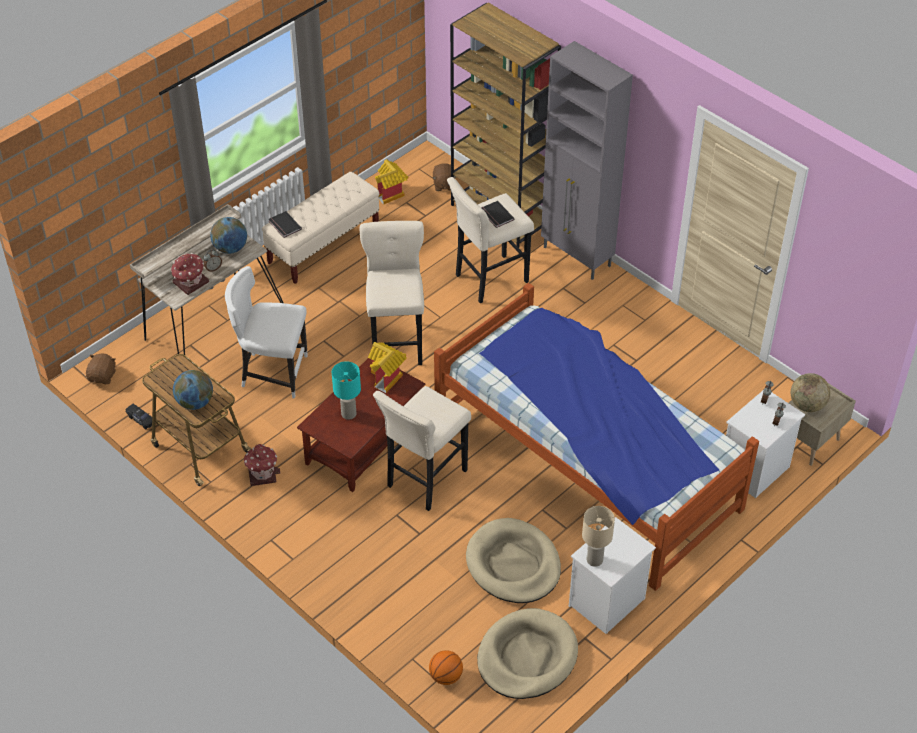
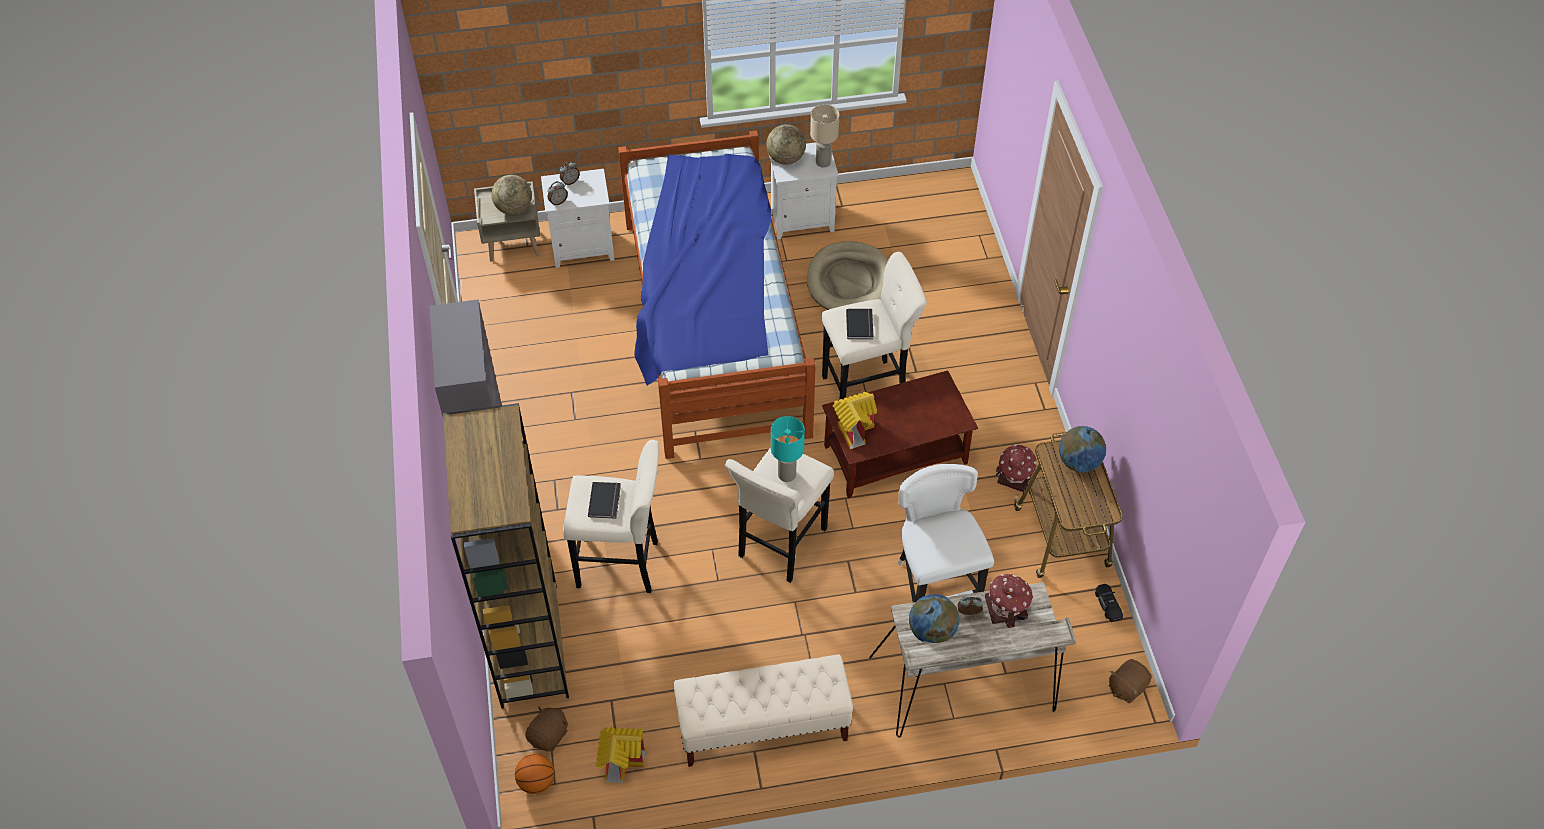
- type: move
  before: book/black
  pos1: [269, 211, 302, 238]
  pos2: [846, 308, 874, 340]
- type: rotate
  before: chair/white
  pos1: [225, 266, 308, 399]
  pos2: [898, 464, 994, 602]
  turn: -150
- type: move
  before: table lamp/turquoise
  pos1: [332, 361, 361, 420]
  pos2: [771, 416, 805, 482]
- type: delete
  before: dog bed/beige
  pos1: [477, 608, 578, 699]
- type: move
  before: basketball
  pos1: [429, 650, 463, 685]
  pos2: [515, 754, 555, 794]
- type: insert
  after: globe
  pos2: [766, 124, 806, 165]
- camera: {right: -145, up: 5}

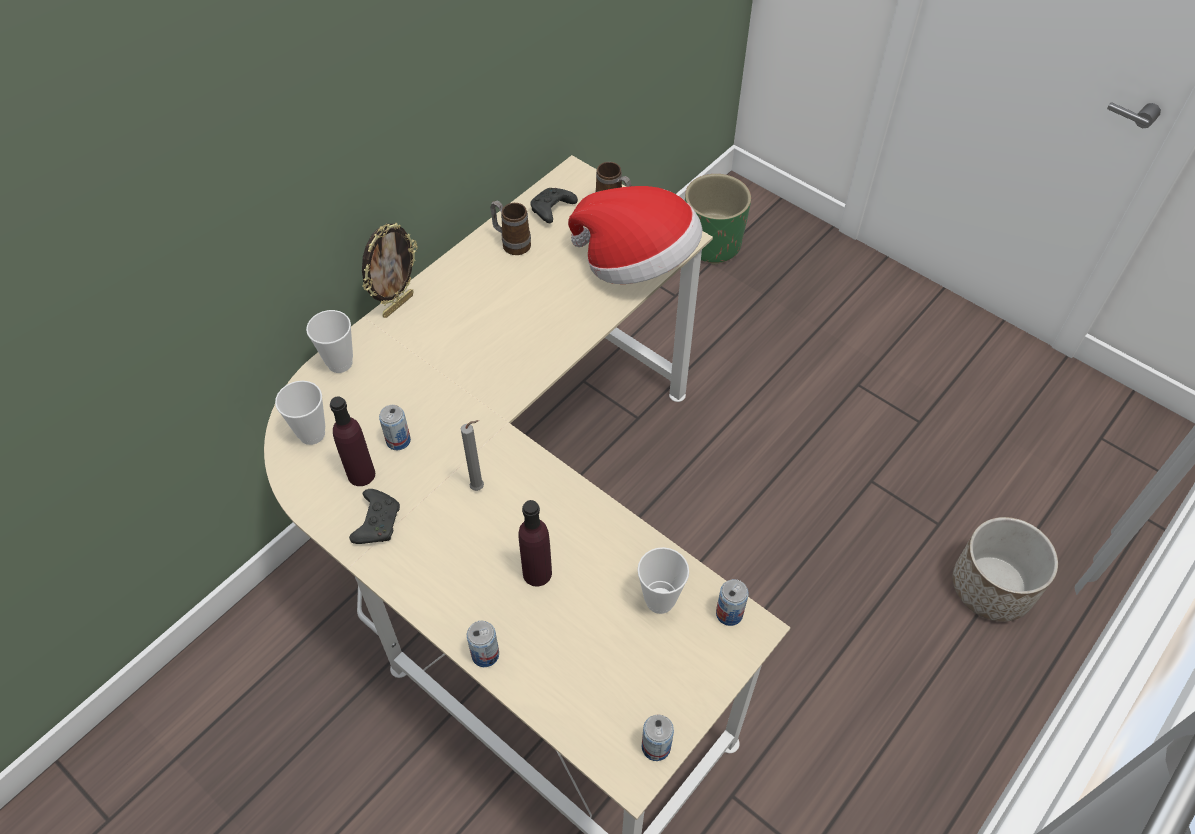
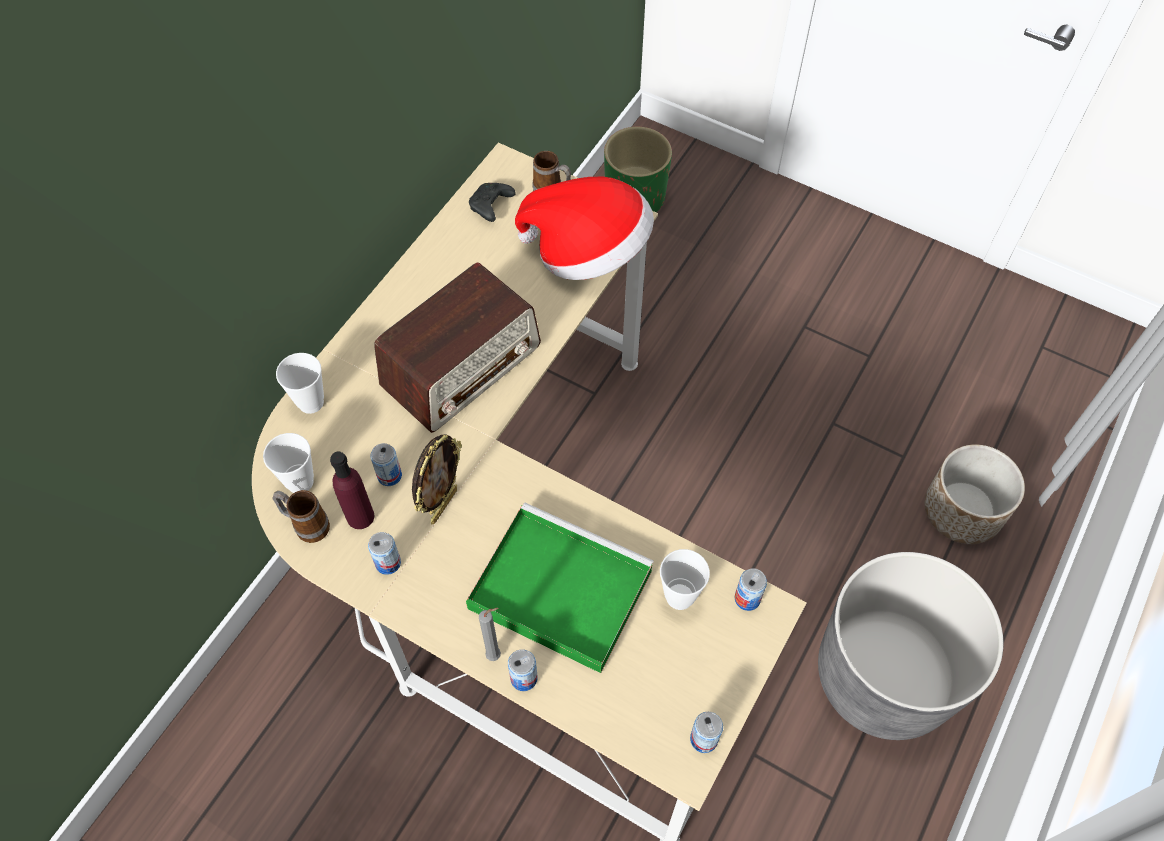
- type: move
  before: mug
  pos1: [490, 200, 531, 255]
  pos2: [272, 490, 330, 543]
- type: move
  before: picture frame
  pos1: [362, 223, 418, 318]
  pos2: [412, 434, 462, 525]
- type: move
  before: candle/grey
  pos1: [461, 420, 484, 491]
  pos2: [479, 608, 501, 661]
- type: replace
  before: game controller/black
  after: can
  pos1: [349, 489, 400, 544]
  pos2: [368, 532, 401, 575]
- type: replace
  before: bottle/purple
  after: tray/green
  pos1: [518, 500, 552, 587]
  pos2: [466, 503, 654, 673]
- type: insert
  after: radio
  pos2: [374, 262, 541, 433]
- type: insert
  after: planter/grey
  pos2: [818, 552, 1004, 740]
- camera: {right: -10, up: 5}

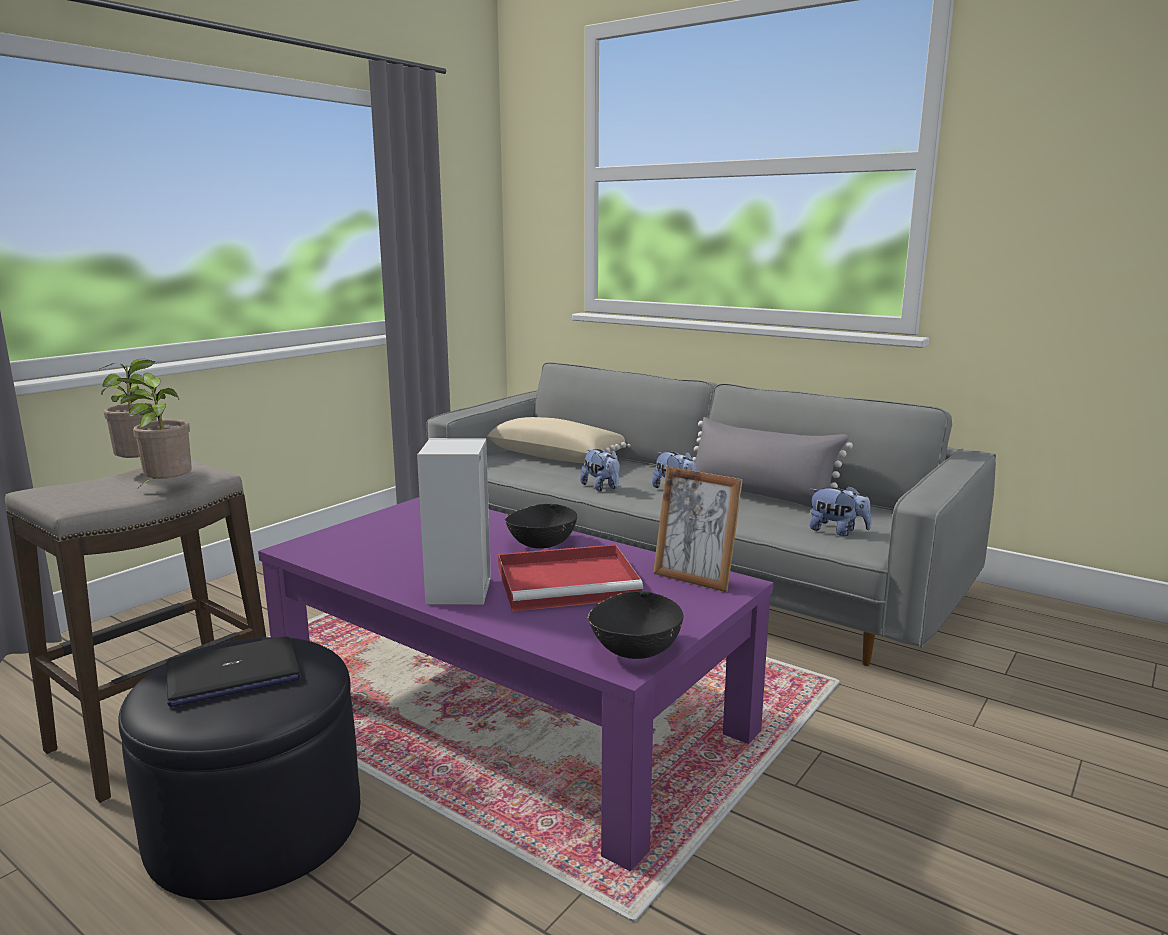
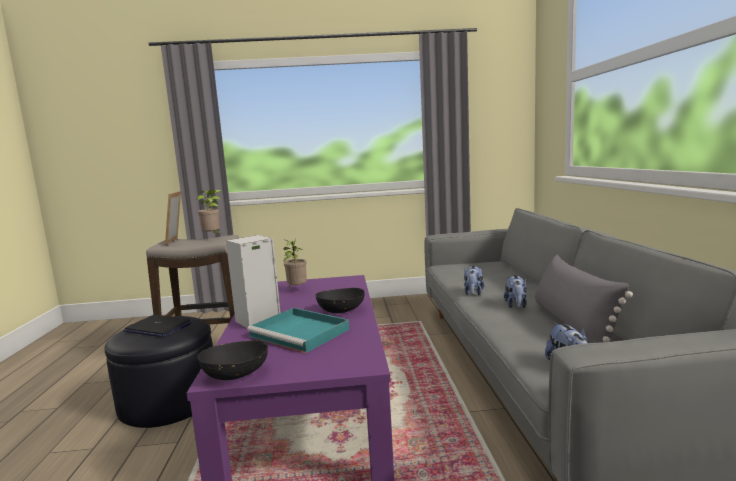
- type: move
  before: potted plant
  pos1: [117, 373, 192, 487]
  pos2: [283, 239, 307, 287]
- type: delete
  before: pillow/beige
  pos1: [487, 417, 631, 463]
- type: move
  before: picture frame
  pos1: [653, 466, 743, 592]
  pos2: [165, 191, 181, 245]
- type: recolor
  before: tray/red
  after: tray/turquoise
  pos1: [498, 544, 643, 612]
  pos2: [247, 308, 349, 353]
- camera: {right: 50, up: -5}

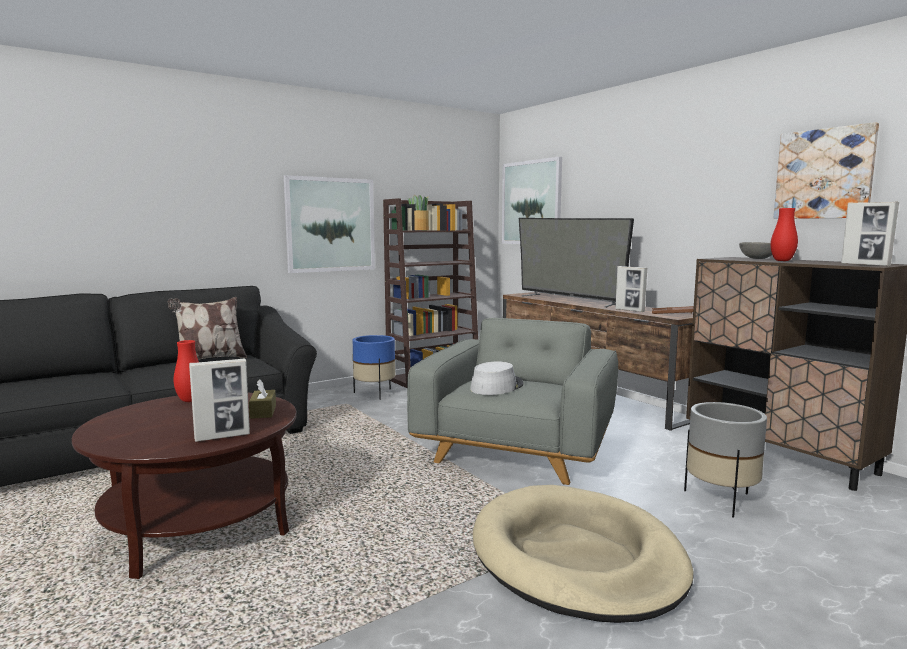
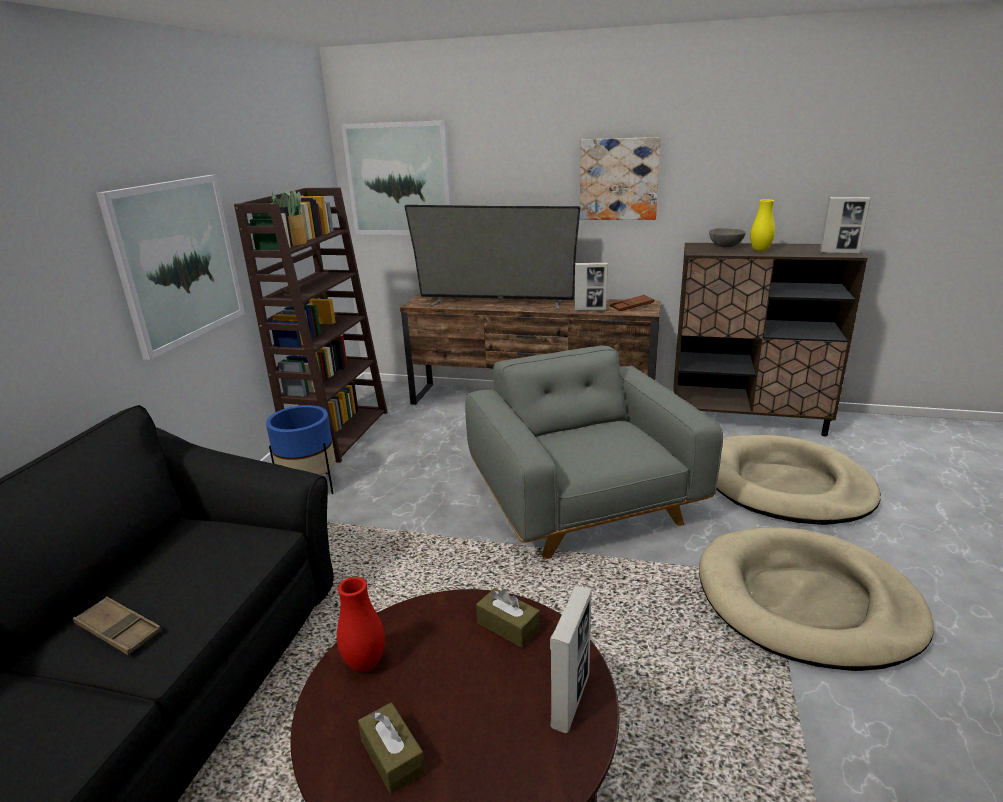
- type: move
  before: picture
  pos1: [774, 122, 879, 219]
  pos2: [580, 137, 661, 220]
- type: recolor
  before: vase/red
  after: vase/yellow
  pos1: [770, 208, 798, 261]
  pos2: [750, 199, 775, 251]
- type: delete
  before: pillow
  pos1: [168, 297, 247, 360]
- type: delete
  before: hat/grey
  pos1: [470, 361, 523, 395]
- type: replace
  before: planter/grey
  after: dog bed/beige
  pos1: [684, 402, 767, 518]
  pos2: [716, 435, 881, 525]
- type: insert
  after: tray/brown
  pos2: [73, 596, 161, 655]
- type: insert
  after: tissue box/brown
  pos2: [358, 702, 426, 794]
- camera: {right: -40, up: 15}

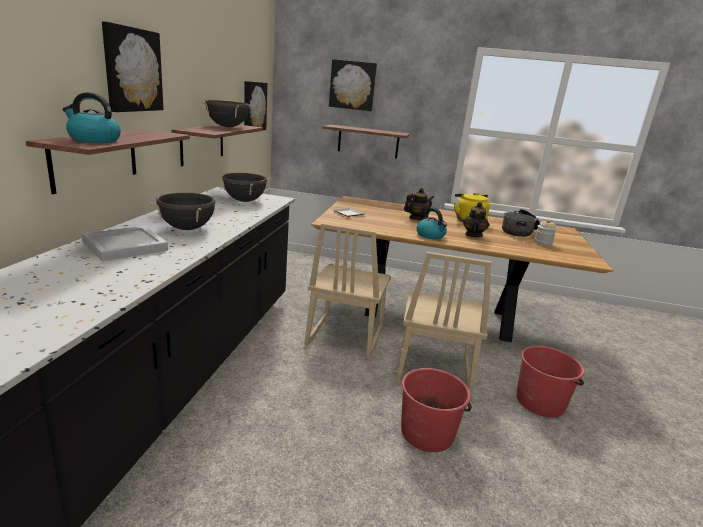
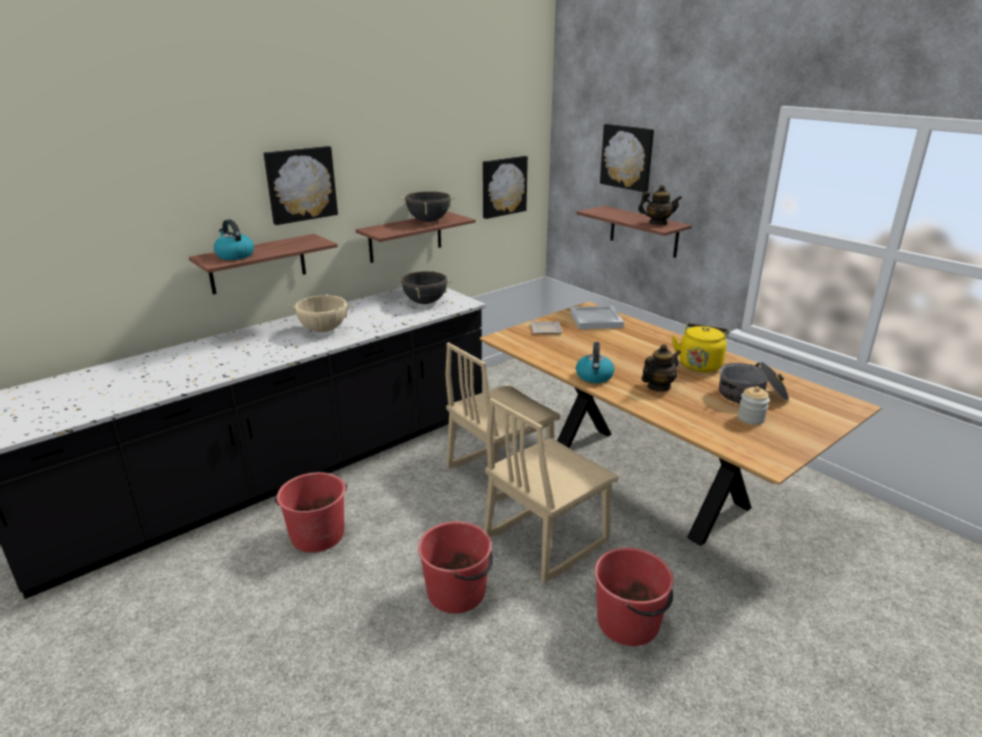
- type: move
  before: teapot
  pos1: [404, 188, 434, 220]
  pos2: [638, 185, 682, 225]
- type: recolor
  before: cooking pot/black
  after: cooking pot/beige
  pos1: [150, 192, 219, 230]
  pos2: [289, 294, 353, 332]
- type: move
  before: tray/white
  pos1: [82, 226, 168, 261]
  pos2: [570, 306, 624, 329]
- type: insert
  after: bucket/red
  pos2: [274, 472, 347, 552]
- camera: {right: 40, up: 5}

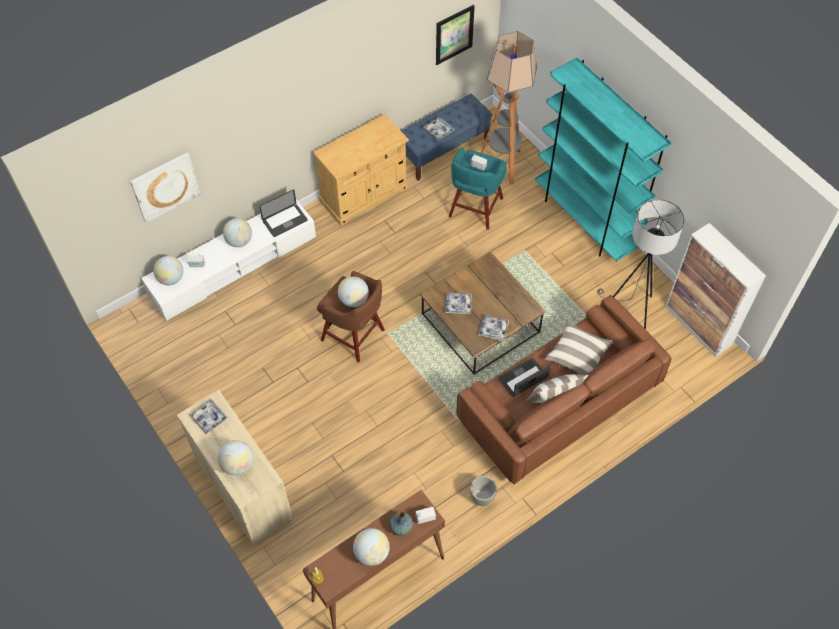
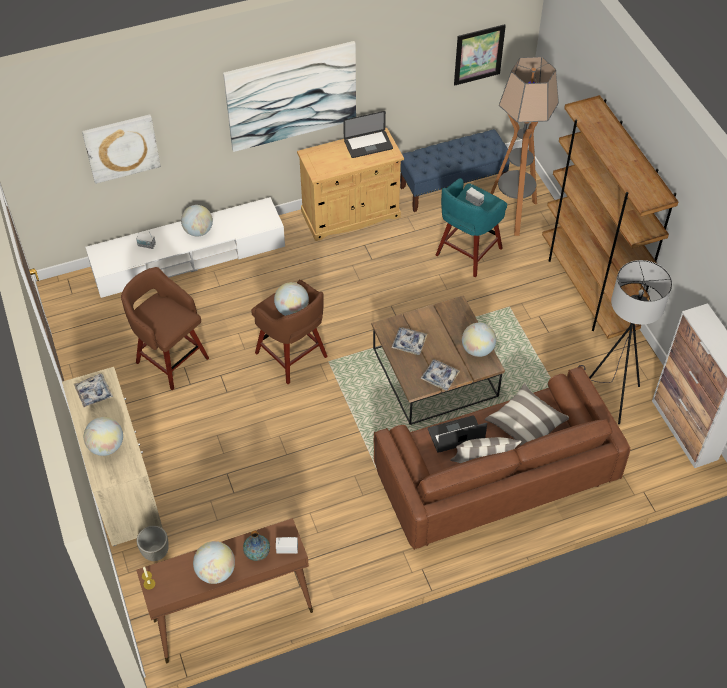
- type: recolor
  before: bookcase/turquoise
  after: bookcase/brown
  pos1: [535, 57, 671, 262]
  pos2: [542, 95, 679, 339]
- type: delete
  before: tray
  pos1: [424, 117, 455, 141]
- type: move
  before: laptop
  pos1: [259, 189, 308, 237]
  pos2: [343, 111, 393, 158]
- type: move
  before: globe
  pos1: [153, 256, 183, 285]
  pos2: [462, 323, 496, 357]
- type: move
  before: planter/grey
  pos1: [470, 476, 497, 506]
  pos2: [137, 526, 169, 561]
- type: insert
  after: picture
  pos2: [223, 41, 356, 152]
- type: insert
  after: stool/brown
  pos2: [121, 267, 209, 390]
- camera: {right: 15, up: -5}

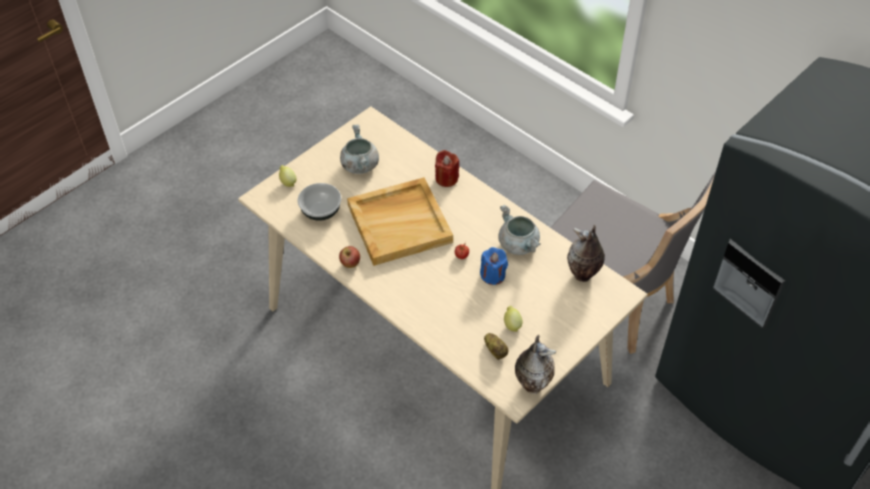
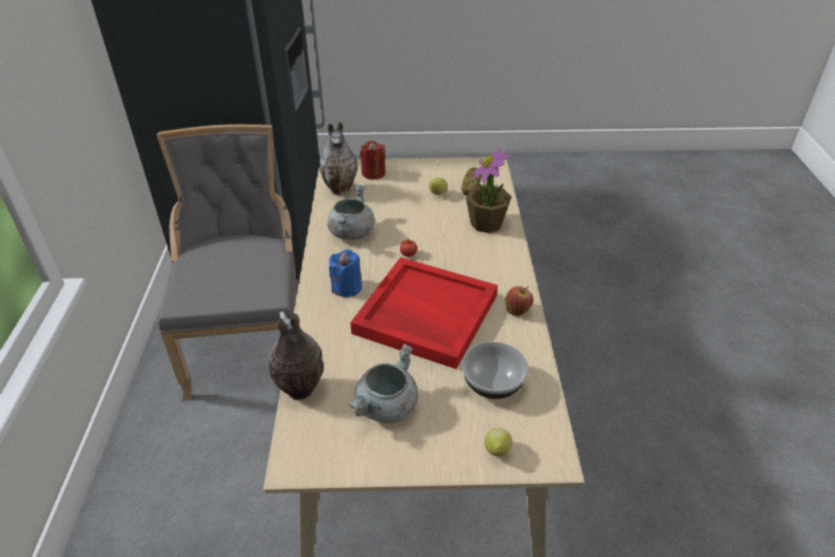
- type: move
  before: candle/red
  pos1: [435, 150, 459, 187]
  pos2: [360, 141, 385, 179]
- type: recolor
  before: tray/beige
  after: tray/red
  pos1: [347, 177, 453, 266]
  pos2: [350, 257, 498, 369]
- type: move
  before: candle/blue
  pos1: [480, 247, 508, 285]
  pos2: [329, 249, 362, 297]
- type: move
  before: vase
  pos1: [515, 335, 556, 394]
  pos2: [269, 312, 324, 400]
- type: insert
  after: potted plant
  pos2: [466, 148, 512, 233]
- camera: {right: -135, up: -10}

